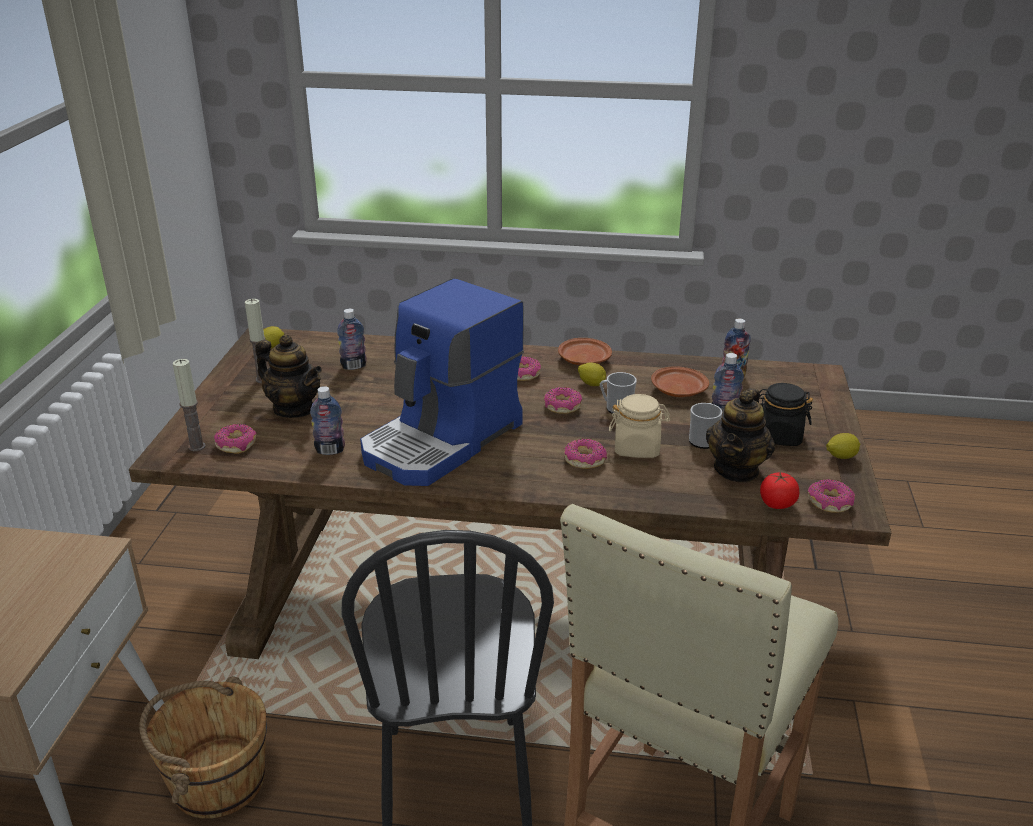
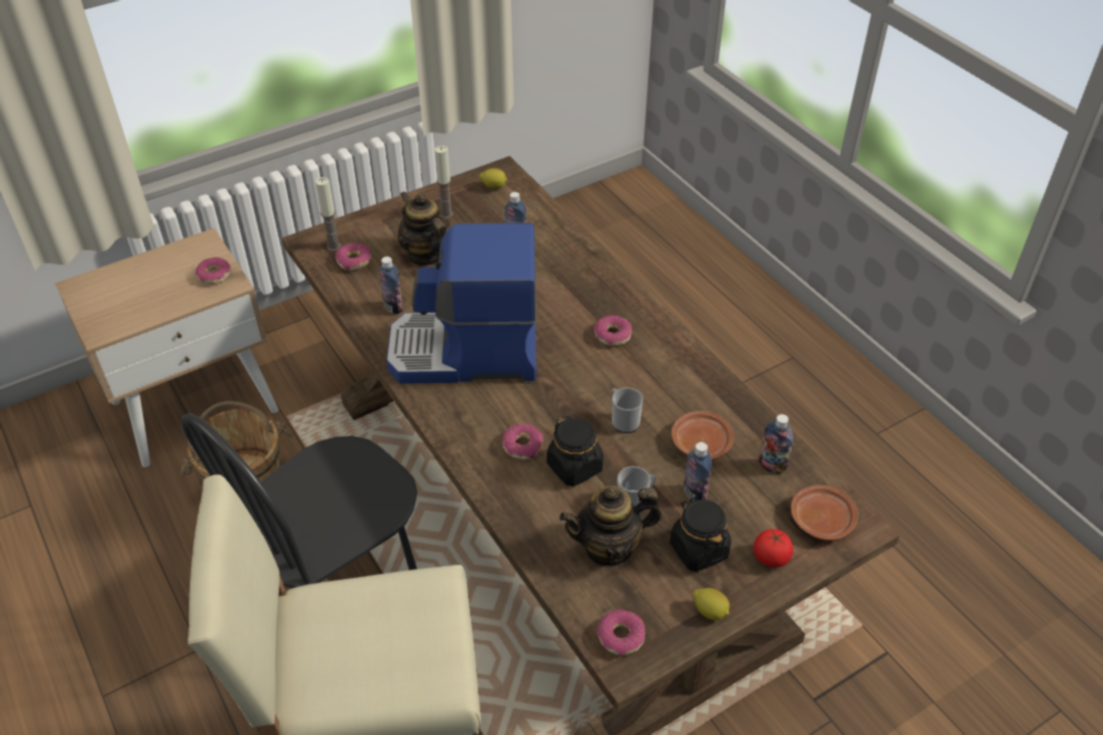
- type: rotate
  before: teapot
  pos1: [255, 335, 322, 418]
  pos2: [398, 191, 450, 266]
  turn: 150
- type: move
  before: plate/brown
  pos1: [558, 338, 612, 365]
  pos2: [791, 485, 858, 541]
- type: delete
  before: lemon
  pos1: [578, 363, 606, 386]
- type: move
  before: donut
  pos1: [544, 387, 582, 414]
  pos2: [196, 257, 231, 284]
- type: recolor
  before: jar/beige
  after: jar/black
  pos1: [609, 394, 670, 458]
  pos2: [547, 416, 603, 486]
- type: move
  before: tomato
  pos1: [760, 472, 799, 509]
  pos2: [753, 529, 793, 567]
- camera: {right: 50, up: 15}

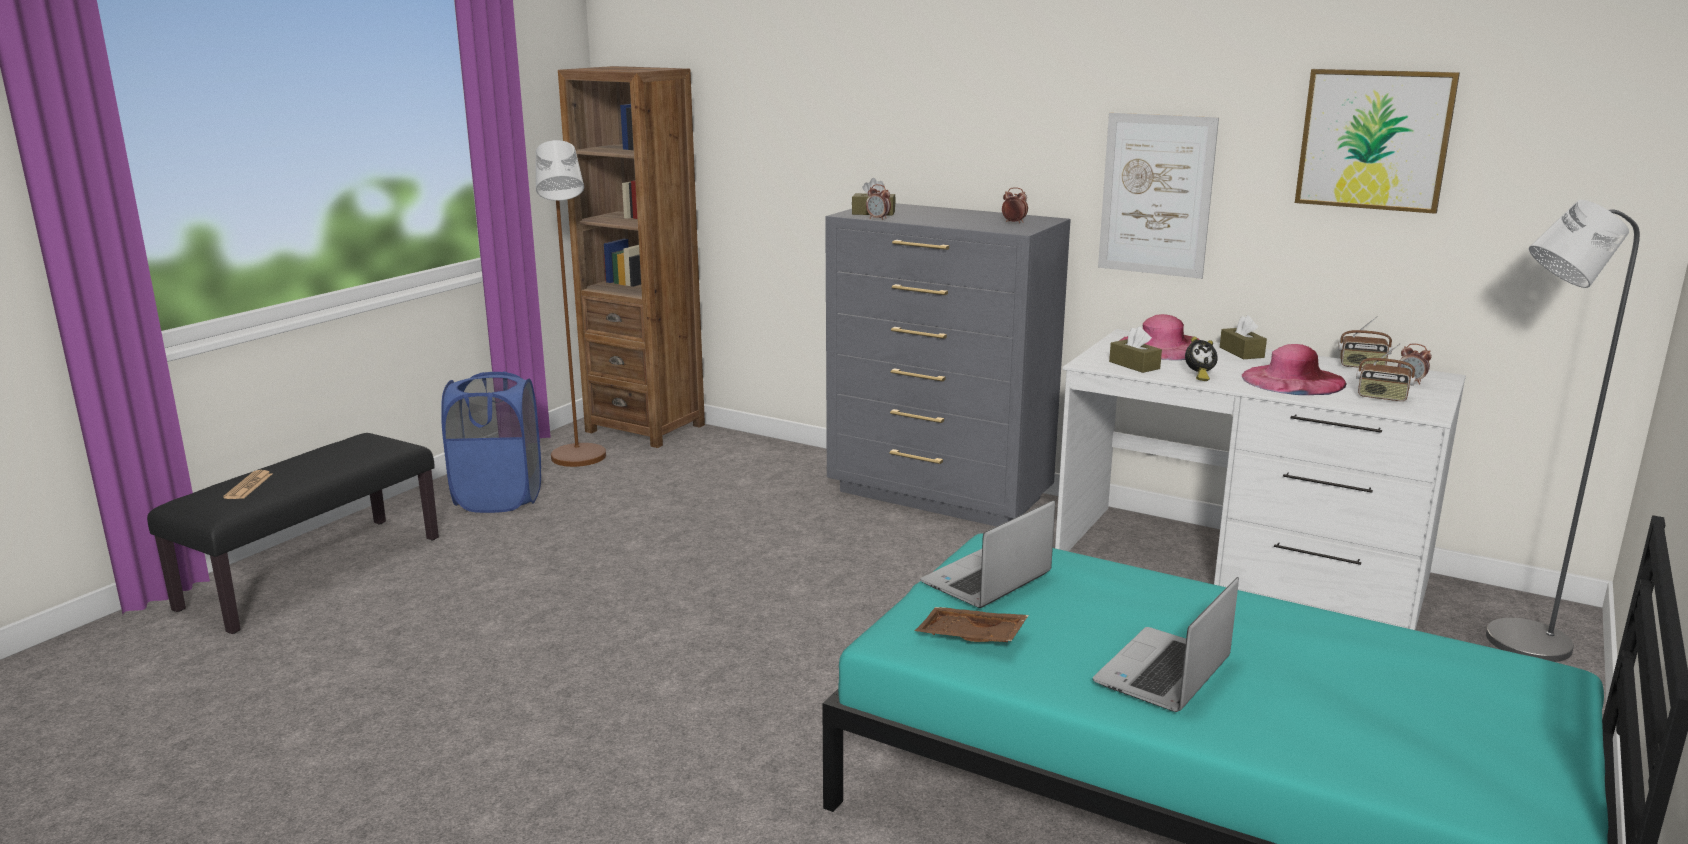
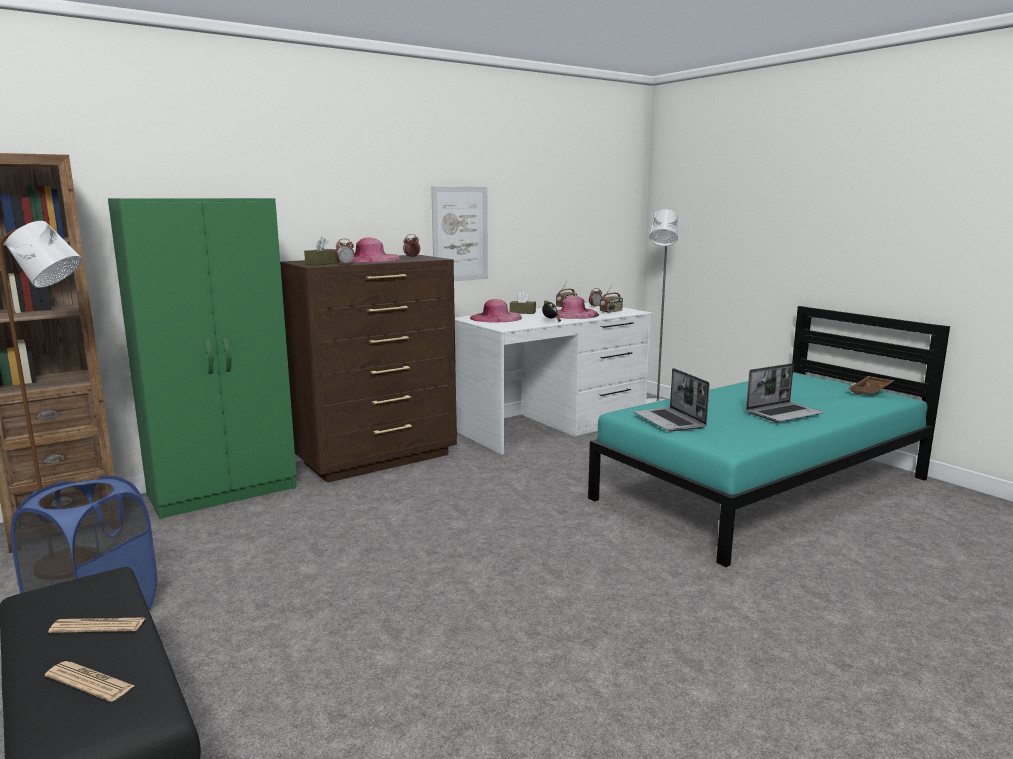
- type: delete
  before: picture
  pos1: [1295, 69, 1460, 214]
- type: recolor
  before: dresser/grey
  after: dresser/brown
  pos1: [825, 203, 1071, 527]
  pos2: [280, 255, 457, 483]
- type: delete
  before: tissue box/brown
  pos1: [1109, 326, 1162, 373]
- type: rotate
  before: laptop
  pos1: [1093, 577, 1239, 712]
  pos2: [746, 363, 824, 422]
  turn: -90
- type: move
  before: tray/brown
  pos1: [915, 607, 1029, 642]
  pos2: [847, 376, 895, 394]
- type: insert
  after: wardrobe/green
  pos2: [108, 198, 297, 519]
- type: insert
  after: hat/pink
  pos2: [351, 238, 401, 262]
- type: insert
  after: newspaper
  pos2: [48, 617, 146, 633]
- camera: {right: -65, up: -5}

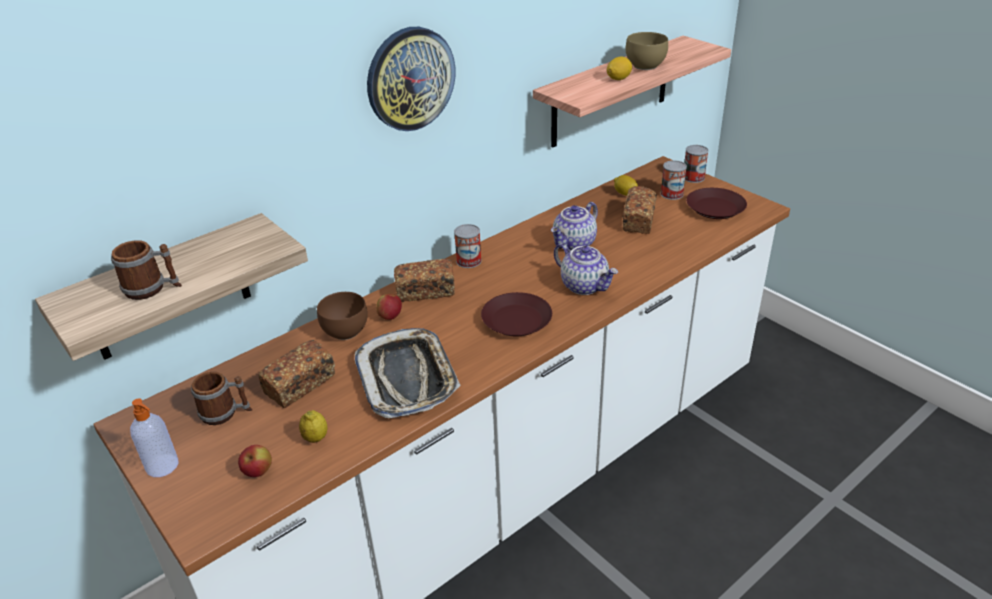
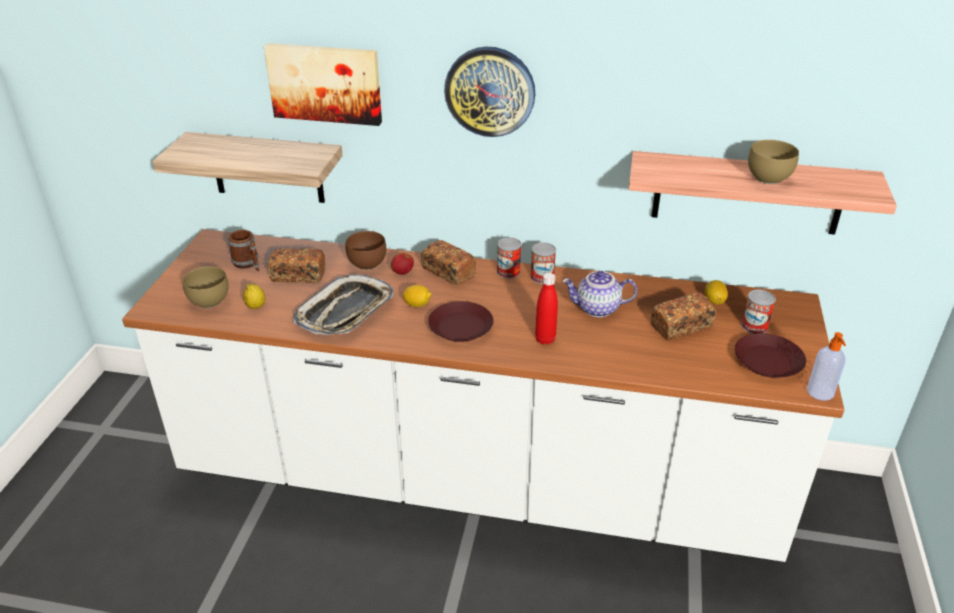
- type: move
  before: lemon
  pos1: [607, 57, 632, 80]
  pos2: [403, 285, 432, 307]
- type: move
  before: can
  pos1: [684, 145, 709, 183]
  pos2: [530, 243, 556, 284]
- type: delete
  before: mug
  pos1: [111, 240, 182, 300]
- type: replace
  before: teapot
  after: bottle/red
  pos1: [554, 243, 618, 295]
  pos2: [535, 273, 558, 345]
- type: move
  before: soap dispenser
  pos1: [130, 398, 178, 477]
  pos2: [807, 332, 846, 401]
- type: replace
  before: apple
  after: bowl/brown
  pos1: [238, 445, 272, 477]
  pos2: [183, 266, 229, 308]
- type: insert
  after: picture
  pos2: [264, 43, 382, 126]
- camera: {right: 50, up: 0}

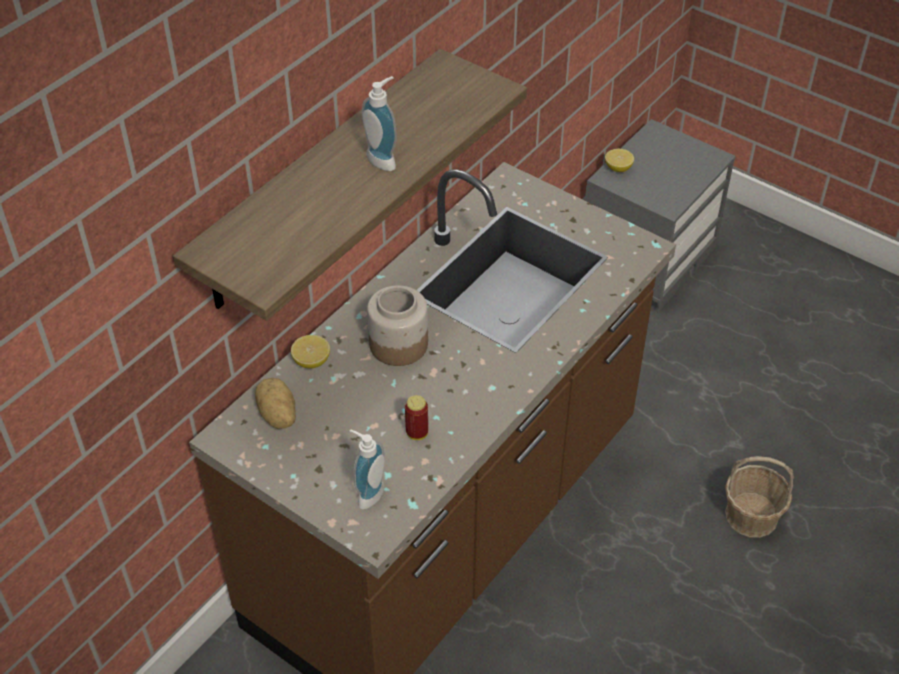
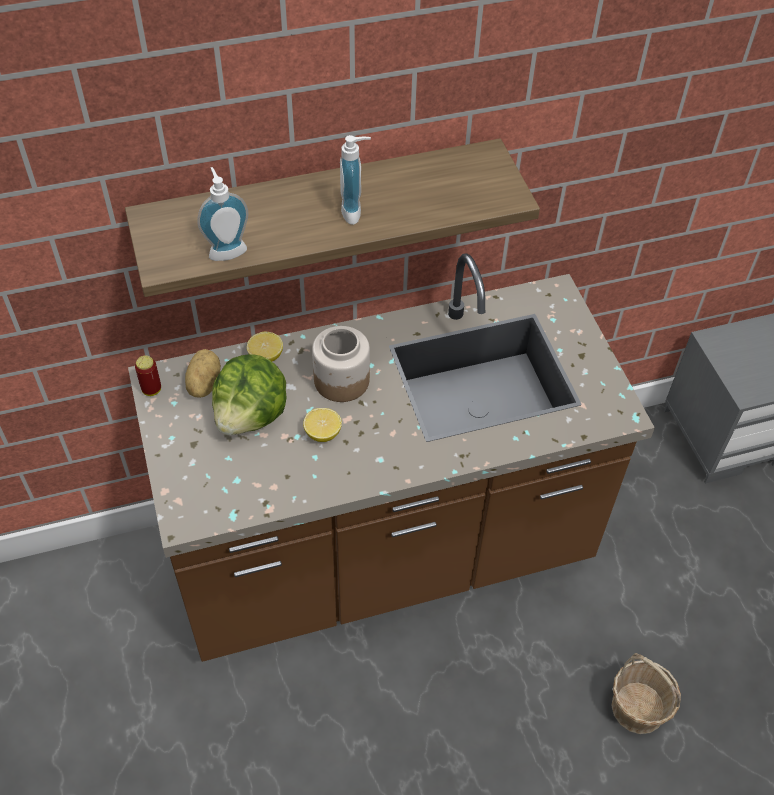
- type: move
  before: lemon
  pos1: [605, 149, 634, 172]
  pos2: [303, 408, 342, 442]
- type: move
  before: can
  pos1: [405, 395, 428, 440]
  pos2: [135, 355, 161, 396]
- type: move
  before: soap dispenser
  pos1: [350, 429, 385, 509]
  pos2: [197, 167, 249, 261]
- type: insert
  after: lettuce
  pos2: [212, 354, 287, 435]
- camera: {right: 35, up: 5}

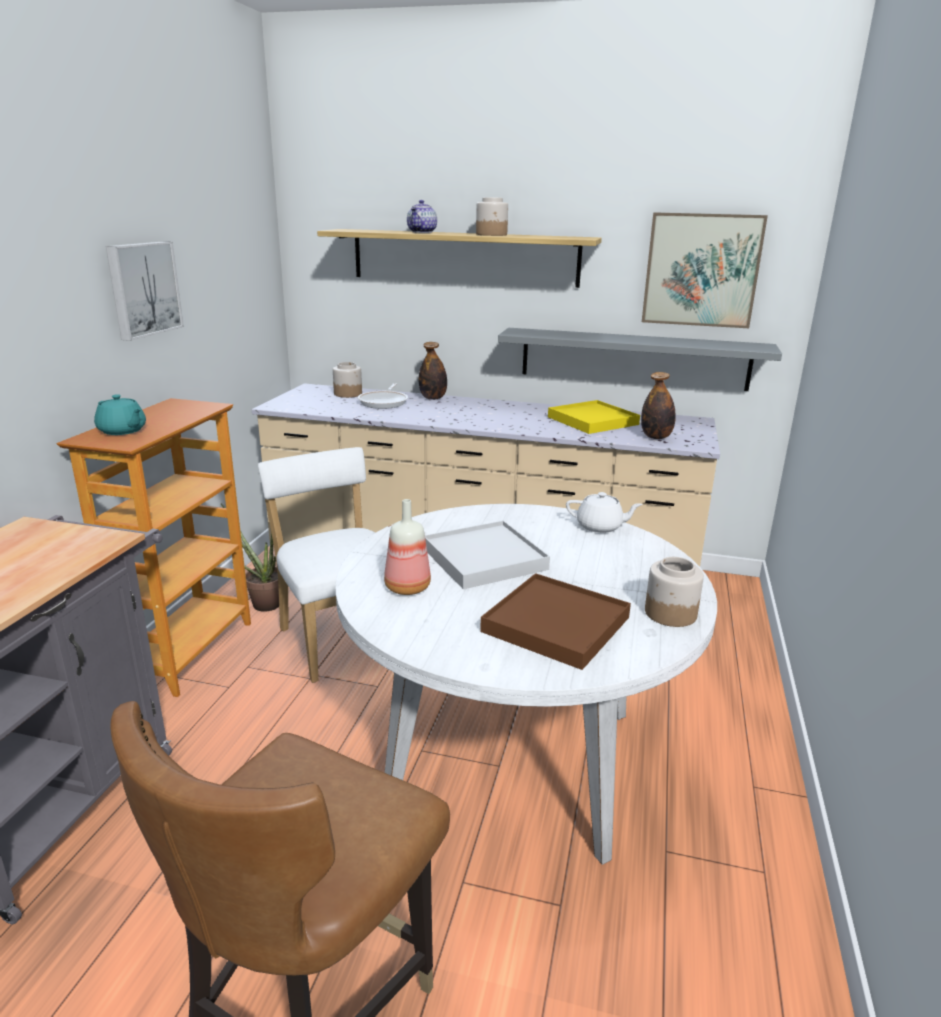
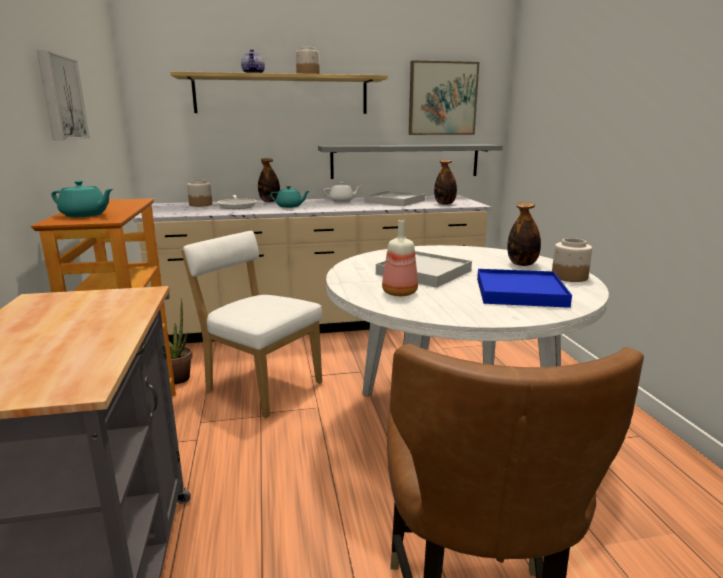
- type: recolor
  before: tray/yellow
  after: tray/white
  pos1: [548, 400, 640, 434]
  pos2: [364, 191, 425, 206]
- type: move
  before: teapot/white
  pos1: [566, 492, 643, 533]
  pos2: [323, 182, 361, 202]
- type: recolor
  before: tray/brown
  after: tray/blue
  pos1: [480, 573, 631, 670]
  pos2: [477, 269, 572, 308]
- type: insert
  after: teapot/turquoise
  pos2: [270, 186, 310, 208]
- type: insert
  after: bottle
  pos2: [507, 202, 541, 266]
- camera: {right: -25, up: -5}

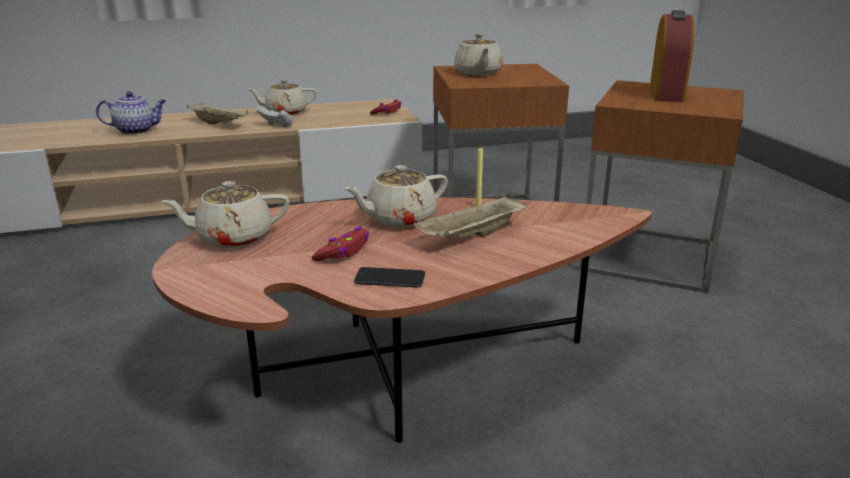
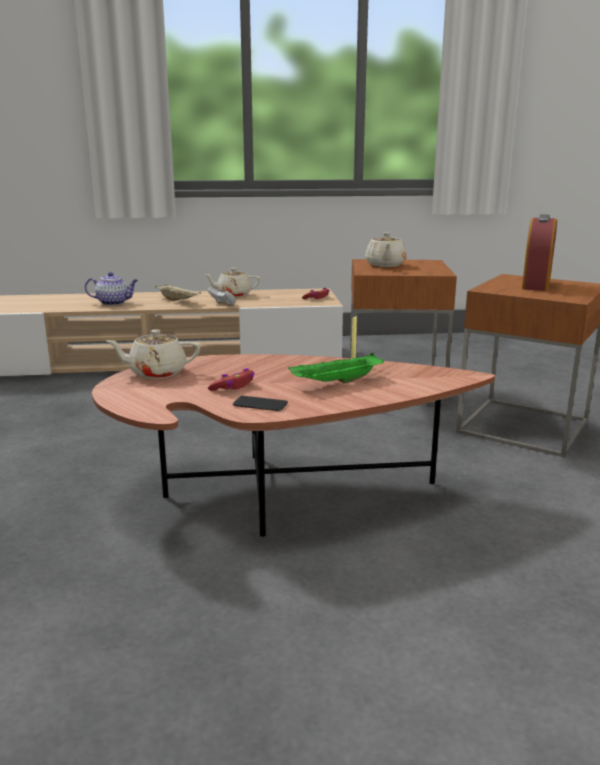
- type: delete
  before: teapot/beige
  pos1: [344, 165, 448, 228]
- type: recolor
  before: tray/beige
  after: tray/green
  pos1: [414, 194, 527, 238]
  pos2: [288, 353, 384, 384]
- camera: {right: 10, up: -5}

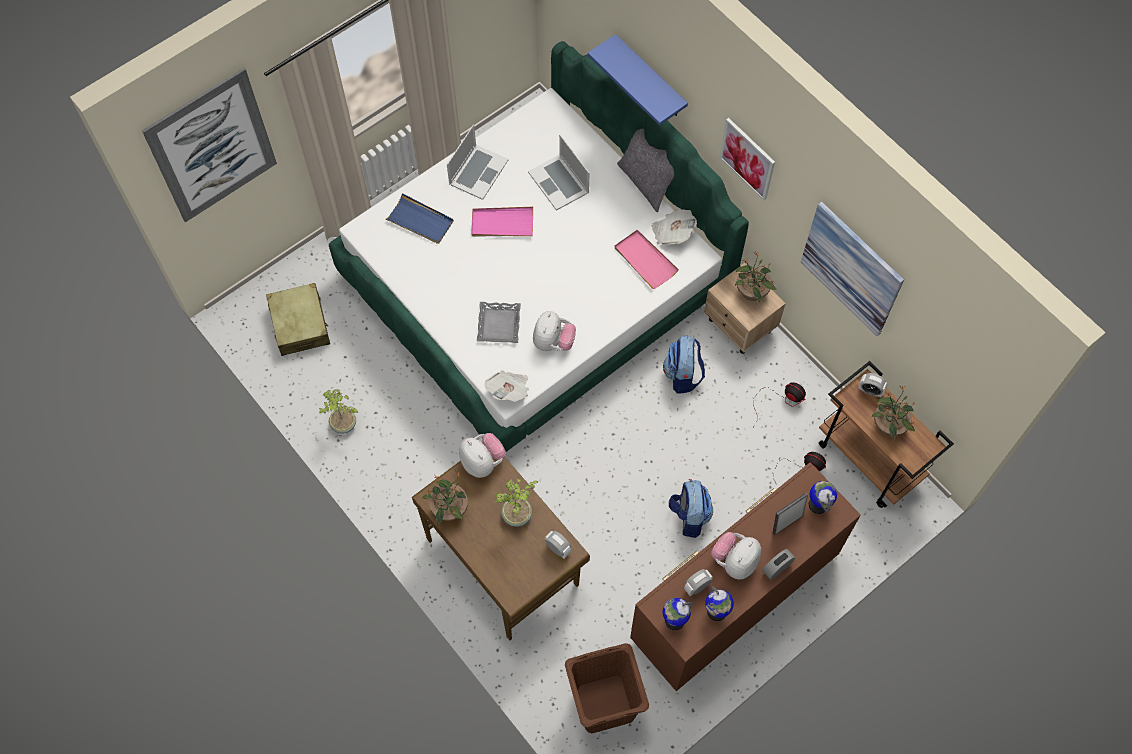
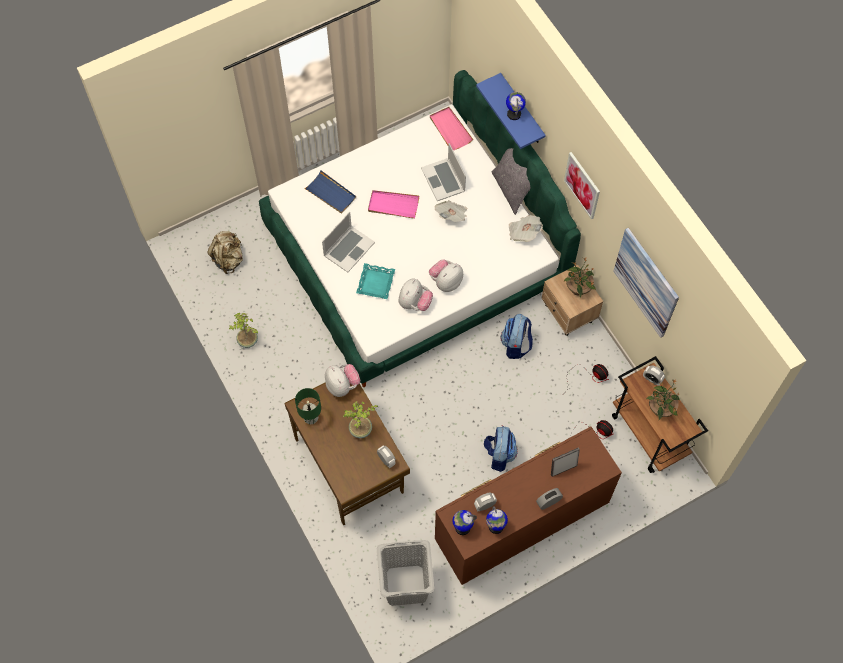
- type: delete
  before: picture
  pos1: [142, 68, 277, 223]
- type: move
  before: laptop
  pos1: [447, 124, 509, 200]
  pos2: [322, 212, 375, 272]
- type: move
  before: tray/pink
  pos1: [614, 230, 679, 289]
  pos2: [430, 107, 473, 150]
- type: replace
  before: suitcase/beige
  after: backpack/beige
  pos1: [266, 283, 330, 356]
  pos2: [207, 231, 243, 274]
- type: recolor
  before: tray/grey
  after: tray/turquoise
  pos1: [477, 302, 521, 343]
  pos2: [356, 263, 395, 299]
- type: move
  before: newspaper
  pos1: [485, 370, 529, 402]
  pos2: [435, 200, 468, 222]
- type: replace
  before: potted plant
  after: table lamp/green
  pos1: [422, 470, 468, 526]
  pos2: [295, 388, 321, 424]
- type: move
  before: globe
  pos1: [809, 481, 837, 514]
  pos2: [506, 92, 526, 120]
- type: move
  before: plush toy
  pos1: [711, 532, 761, 579]
  pos2: [429, 259, 463, 292]
- type: recolor
  before: laundry basket/brown
  after: laundry basket/grey
  pos1: [565, 643, 649, 733]
  pos2: [377, 540, 435, 606]
- camera: {right: 10, up: 0}

